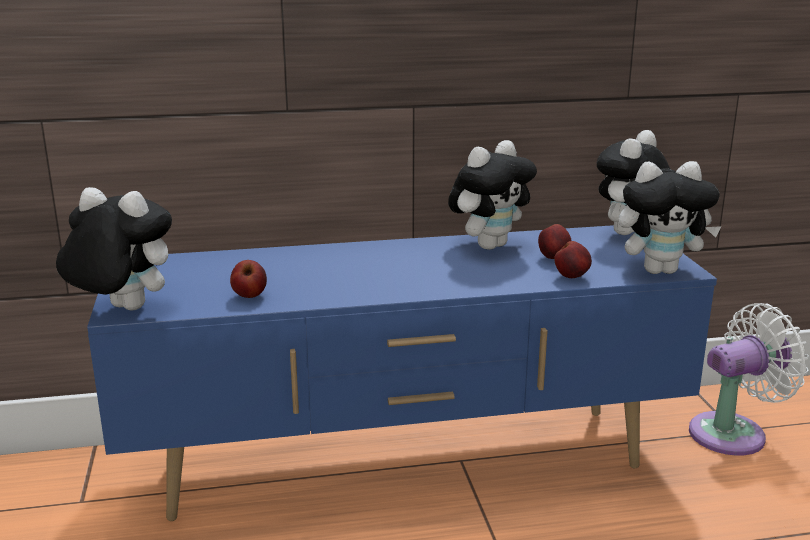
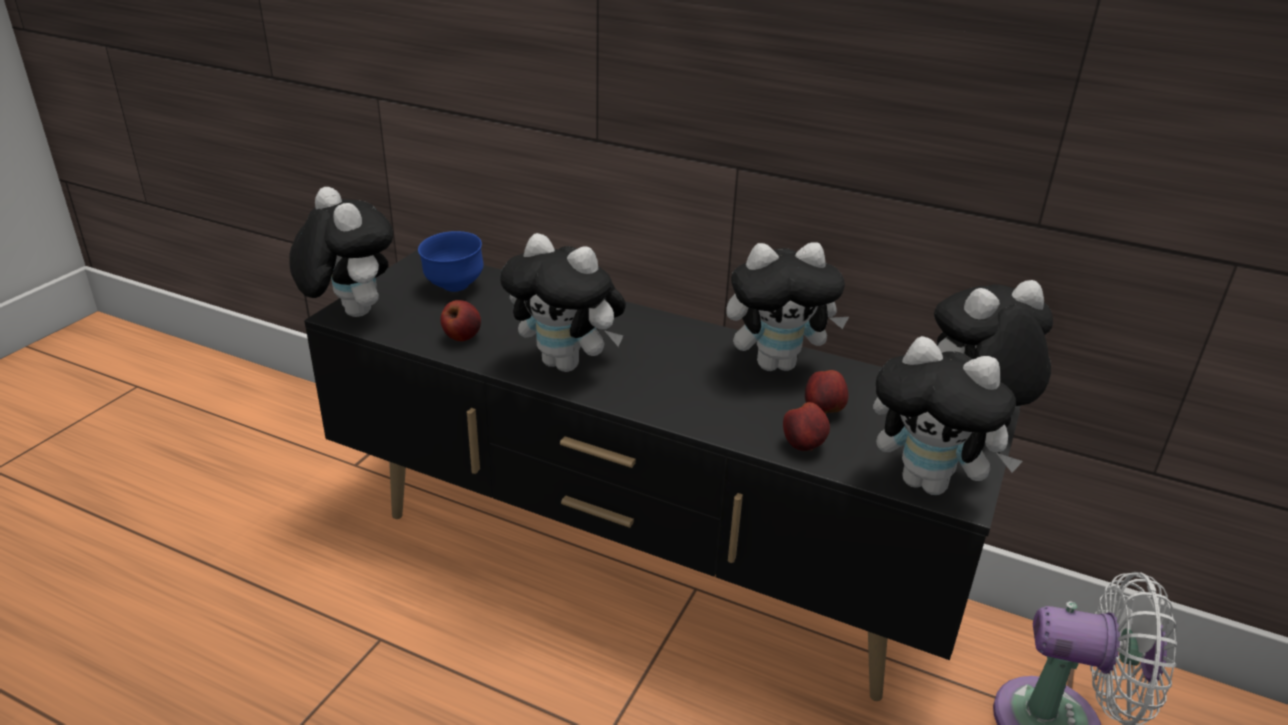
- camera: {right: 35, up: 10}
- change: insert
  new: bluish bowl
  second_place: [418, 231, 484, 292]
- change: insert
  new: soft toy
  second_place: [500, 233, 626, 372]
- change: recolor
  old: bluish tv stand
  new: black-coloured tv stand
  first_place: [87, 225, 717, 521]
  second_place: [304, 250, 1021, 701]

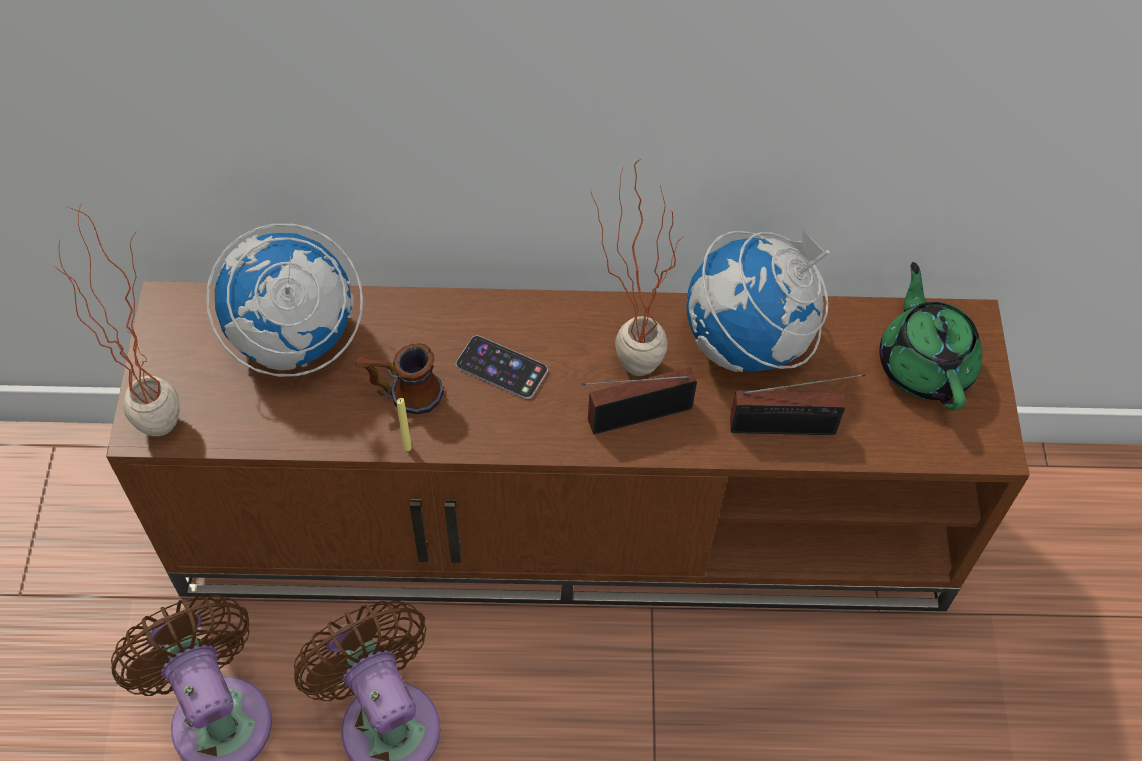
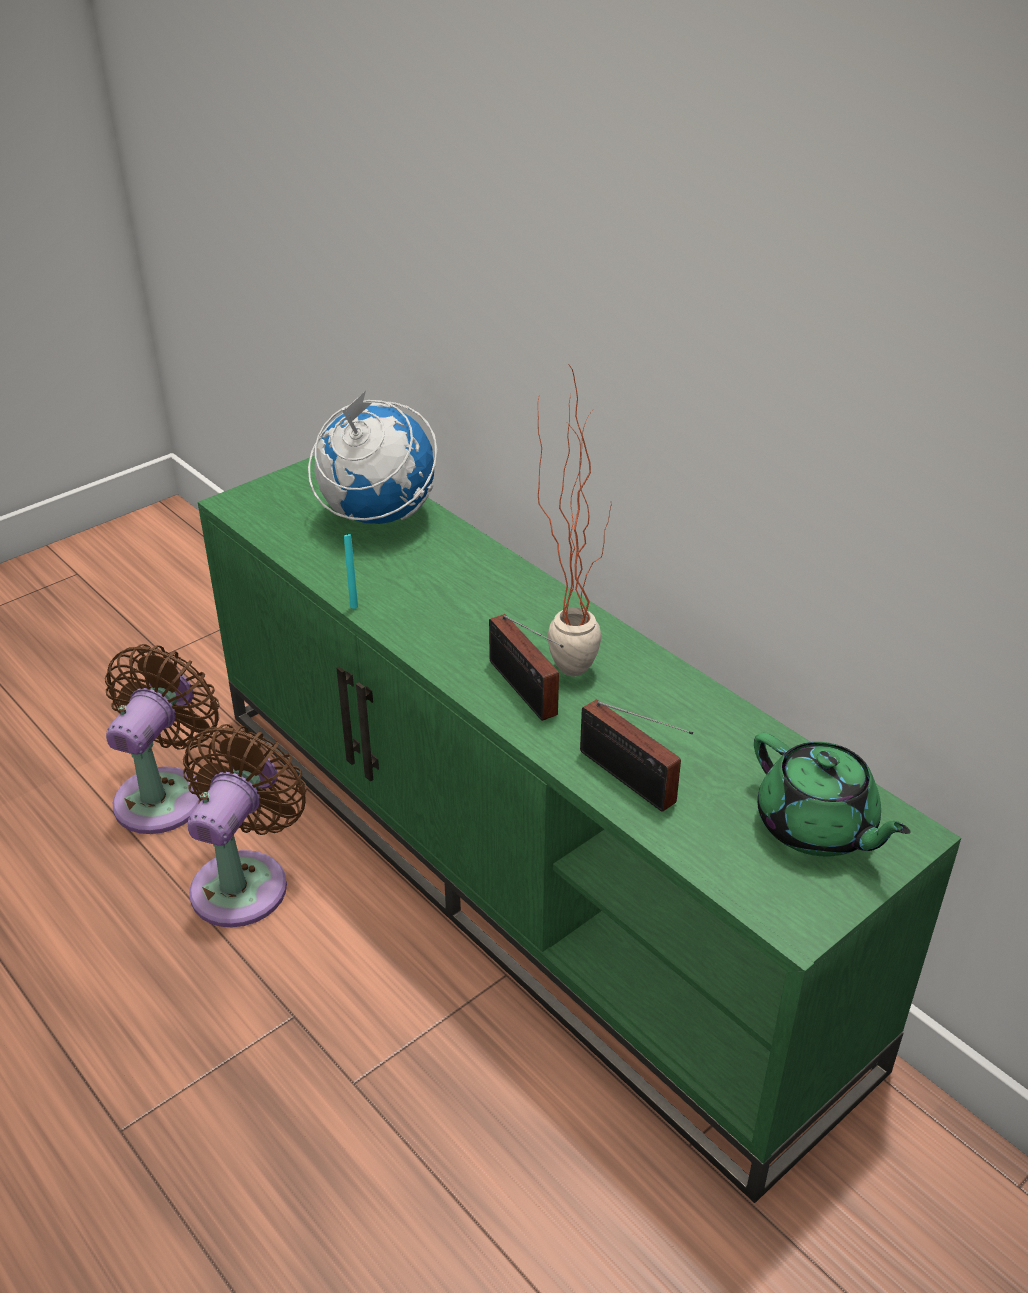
- camera: {right: 50, up: -20}
- change: delete
  old: plant in a pot
  first_place: [54, 202, 180, 436]
- change: delete
  old: tea mug
  first_place: [356, 343, 444, 414]
- change: delete
  old: telephone
  first_place: [456, 335, 548, 399]
- change: delete
  old: world globe
  first_place: [686, 230, 830, 372]
- change: recolor
  old: brownish tv stand
  new: green-coloured tv stand
  first_place: [106, 281, 1030, 611]
  second_place: [198, 456, 961, 1203]
- change: recolor
  old: yellow-coloured wax candle
  new: blue-green wax candle
  first_place: [397, 398, 412, 451]
  second_place: [344, 534, 358, 609]
- change: rotate
  old: radio
  first_place: [582, 367, 697, 434]
  second_place: [489, 614, 564, 721]
  degrees: -150
- change: rotate
  old: green-coloured teapot
  first_place: [879, 262, 983, 411]
  second_place: [754, 733, 911, 856]
  degrees: 105

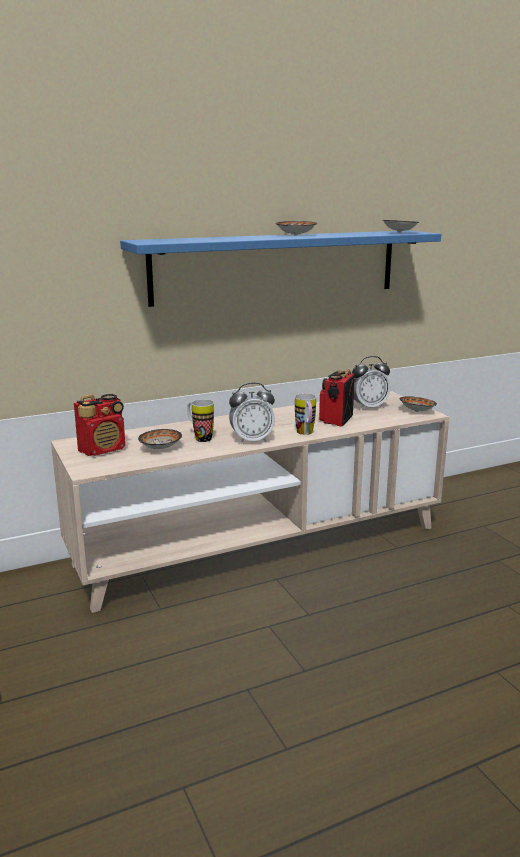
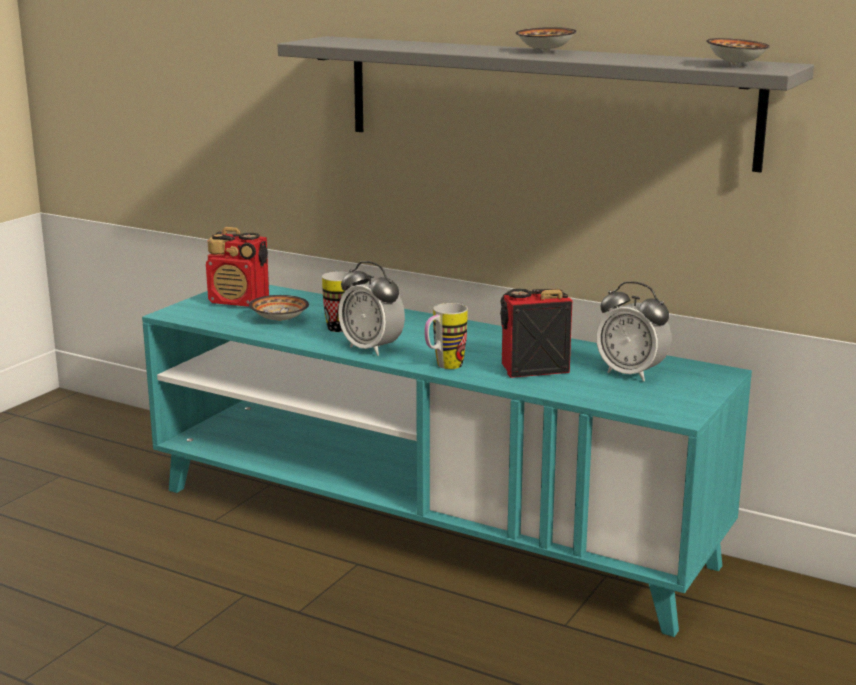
- camera: {right: 55, up: 0}
- change: delete
  old: bowl
  first_place: [399, 396, 437, 412]
- change: recolor
  old: sand-coloured tv stand
  new: blue-green tv stand
  first_place: [51, 391, 449, 613]
  second_place: [142, 285, 752, 637]
- change: recolor
  old: bluish shelf
  new: grey shelf
  first_place: [120, 231, 441, 307]
  second_place: [278, 36, 814, 172]

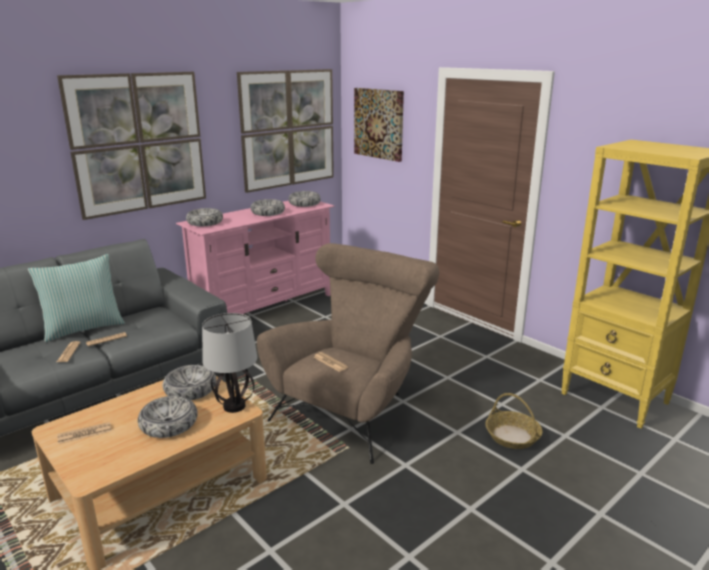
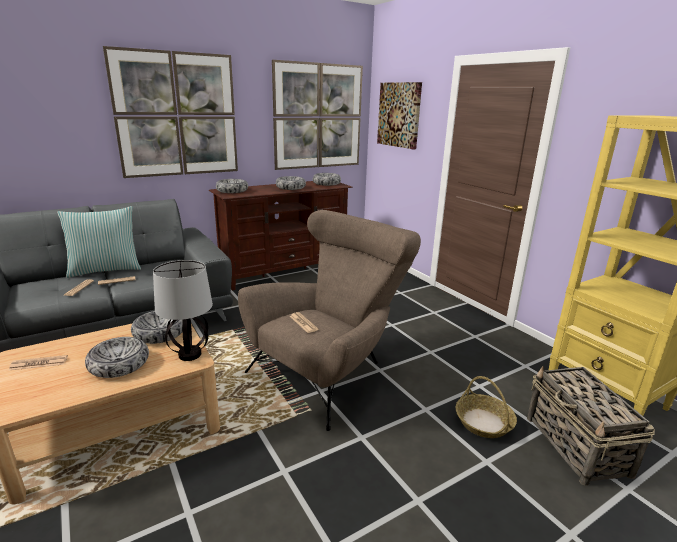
- camera: {right: 10, up: 0}
- change: insert
  new: storage basket
  second_place: [527, 366, 655, 486]
- change: recolor
  old: pink tv stand
  new: brownish tv stand
  first_place: [176, 201, 335, 314]
  second_place: [209, 181, 352, 290]

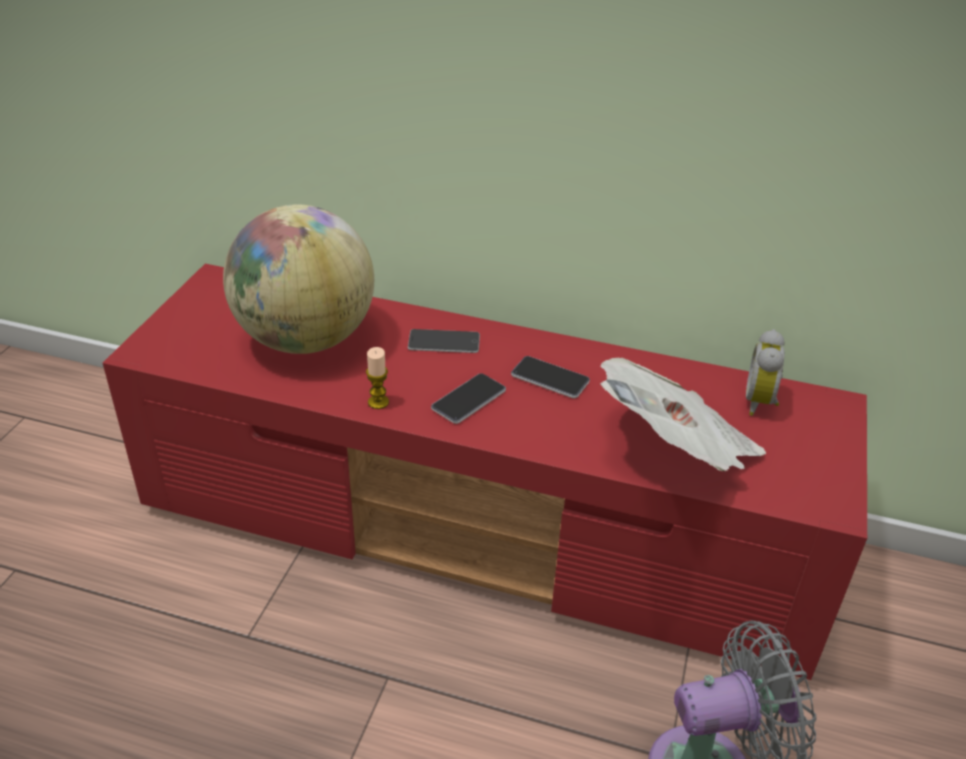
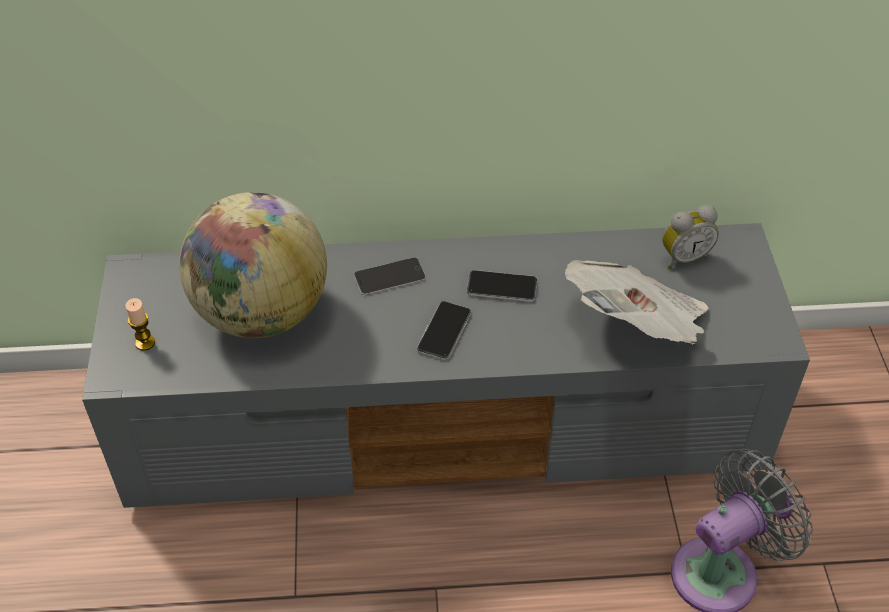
- camera: {right: -20, up: 10}
- change: move
  old: wax candle
  first_place: [366, 347, 389, 409]
  second_place: [125, 298, 155, 351]
- change: recolor
  old: reddish tv stand
  new: grey tv stand
  first_place: [103, 264, 867, 680]
  second_place: [82, 223, 810, 508]
- change: rotate
  old: bedside clock
  first_place: [746, 329, 785, 416]
  second_place: [662, 205, 719, 269]
  degrees: -105

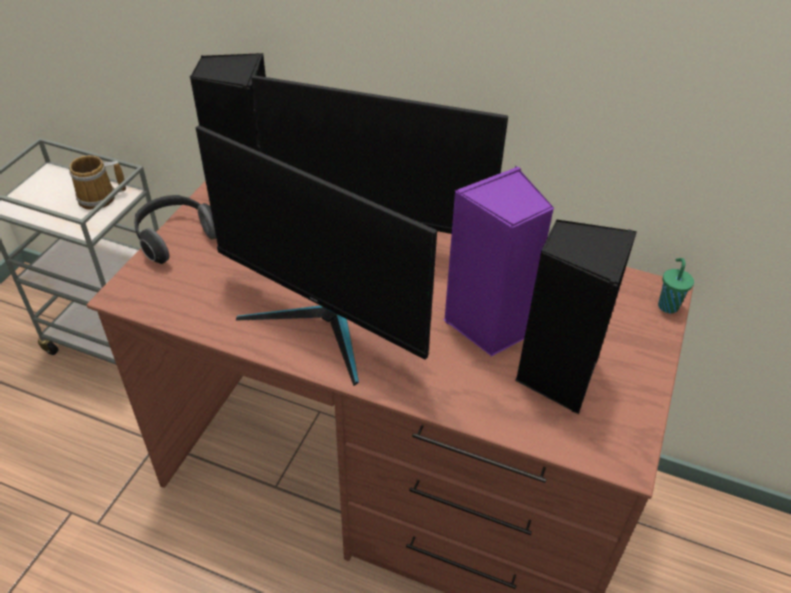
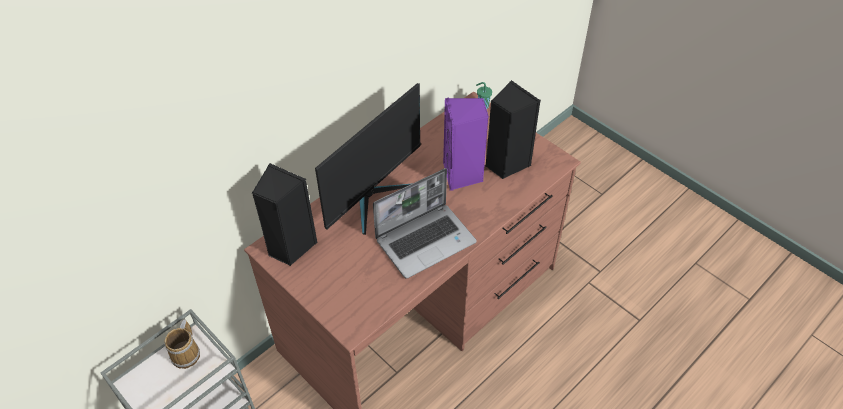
- camera: {right: -65, up: 5}
- change: delete
  old: pair of headphones
  first_place: [134, 195, 216, 264]
- change: replace
  old: computer screen
  new: notebook computer
  first_place: [196, 125, 437, 386]
  second_place: [373, 168, 477, 279]

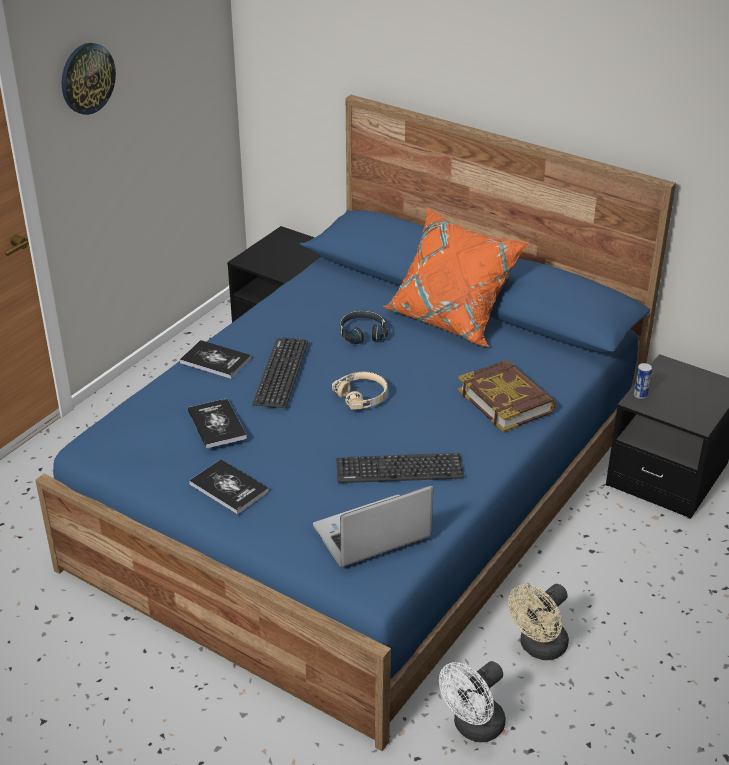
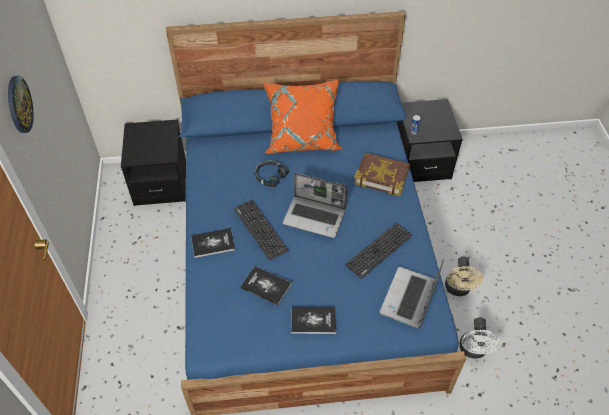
- camera: {right: -40, up: 15}
- change: replace
  old: sand-coloured pair of headphones
  new: notebook computer
  first_place: [332, 372, 387, 410]
  second_place: [283, 173, 348, 238]

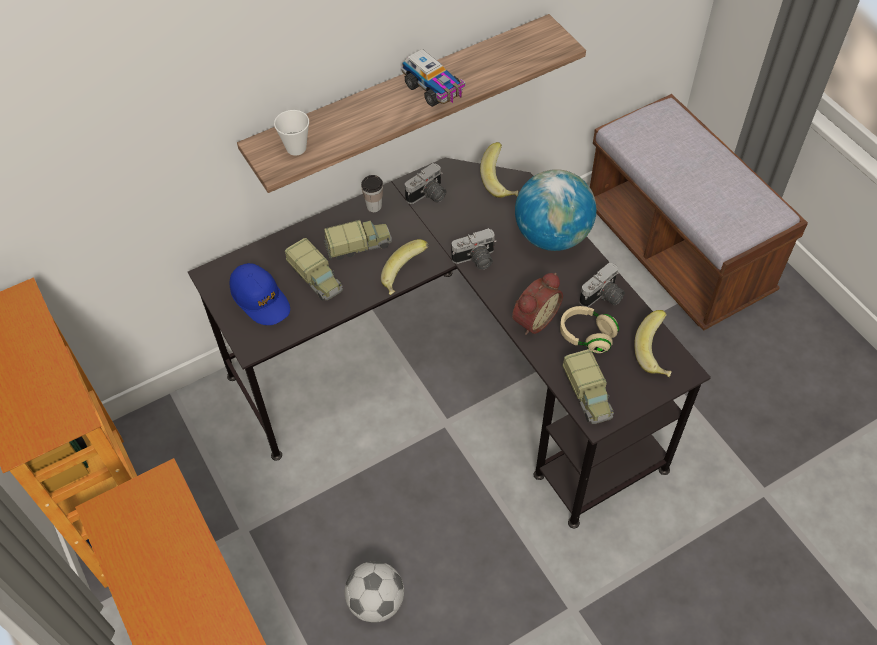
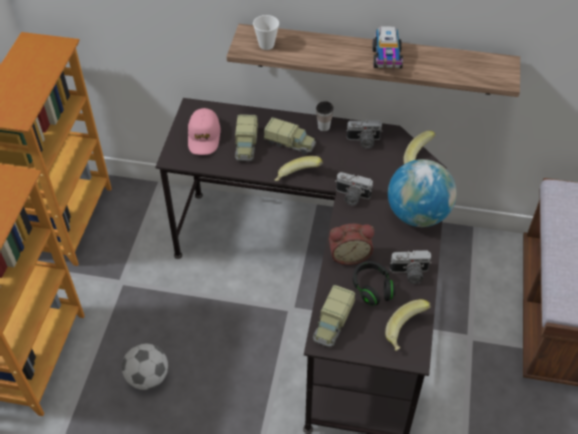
- camera: {right: 40, up: -5}
- change: recolor
  old: bluish peaked cap
  new: pink peaked cap
  first_place: [229, 263, 290, 325]
  second_place: [188, 108, 221, 155]
- change: recolor
  old: sand-coloured pair of headphones
  new: black-coloured pair of headphones
  first_place: [560, 306, 619, 353]
  second_place: [353, 261, 395, 306]

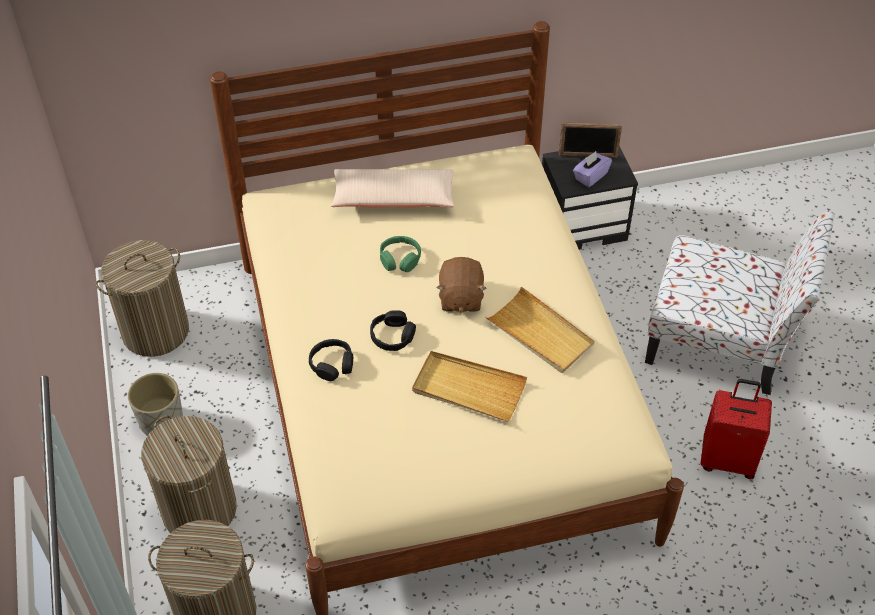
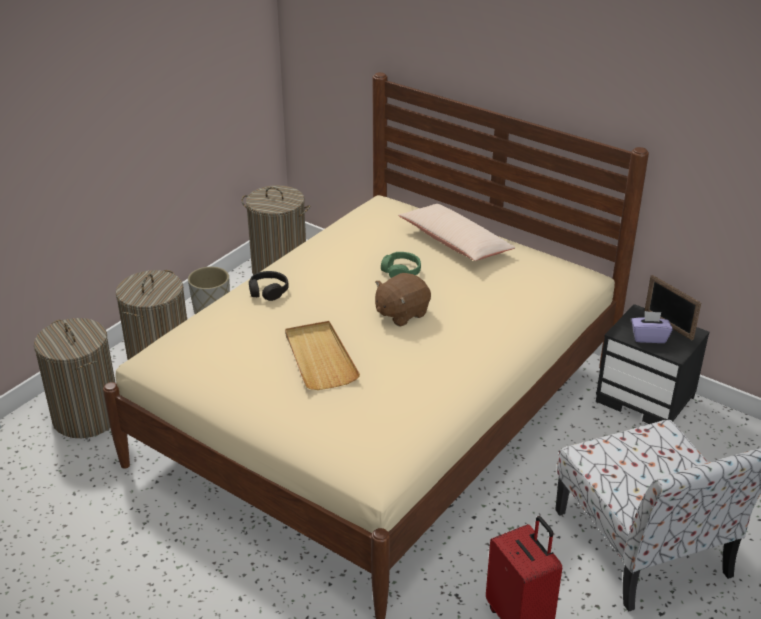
- camera: {right: 50, up: -15}
- change: delete
  old: black-coloured pair of headphones
  first_place: [370, 310, 416, 351]
- change: delete
  old: sand-coloured tray
  first_place: [485, 286, 594, 373]

